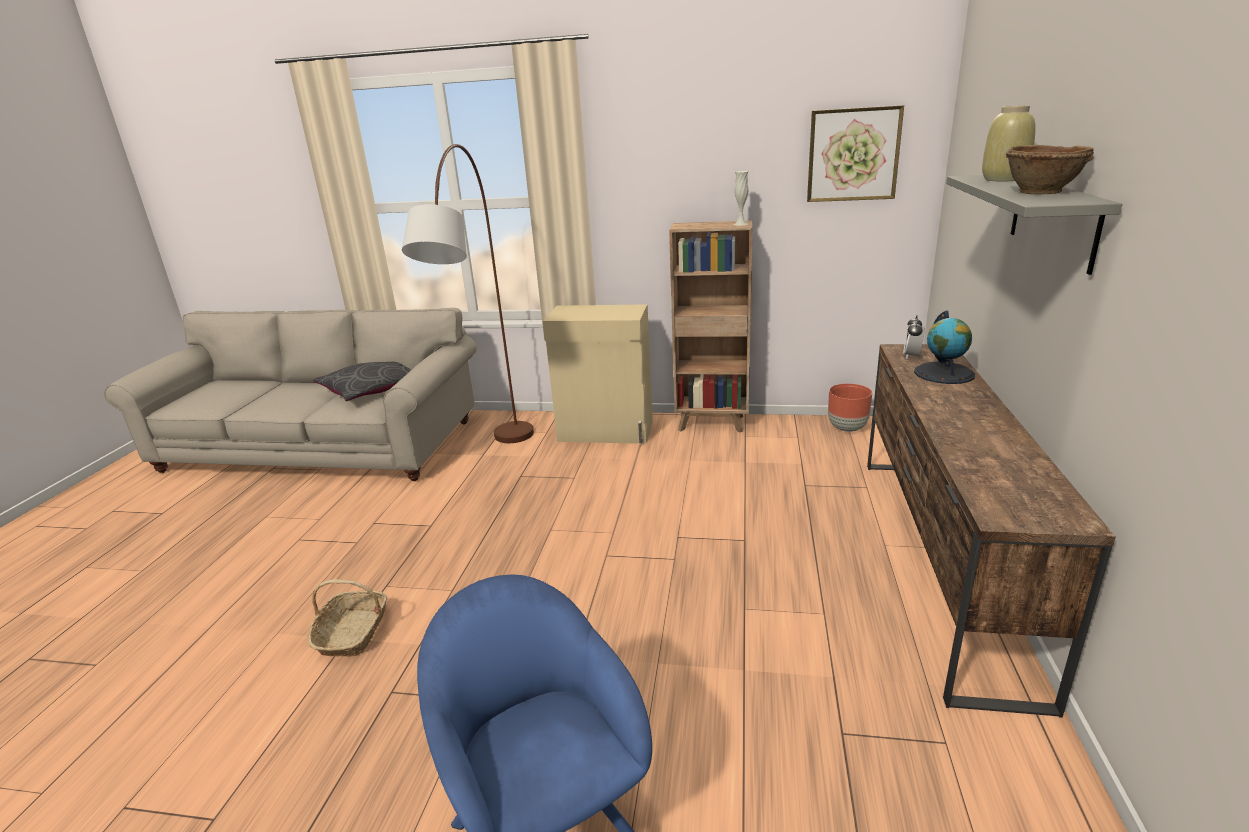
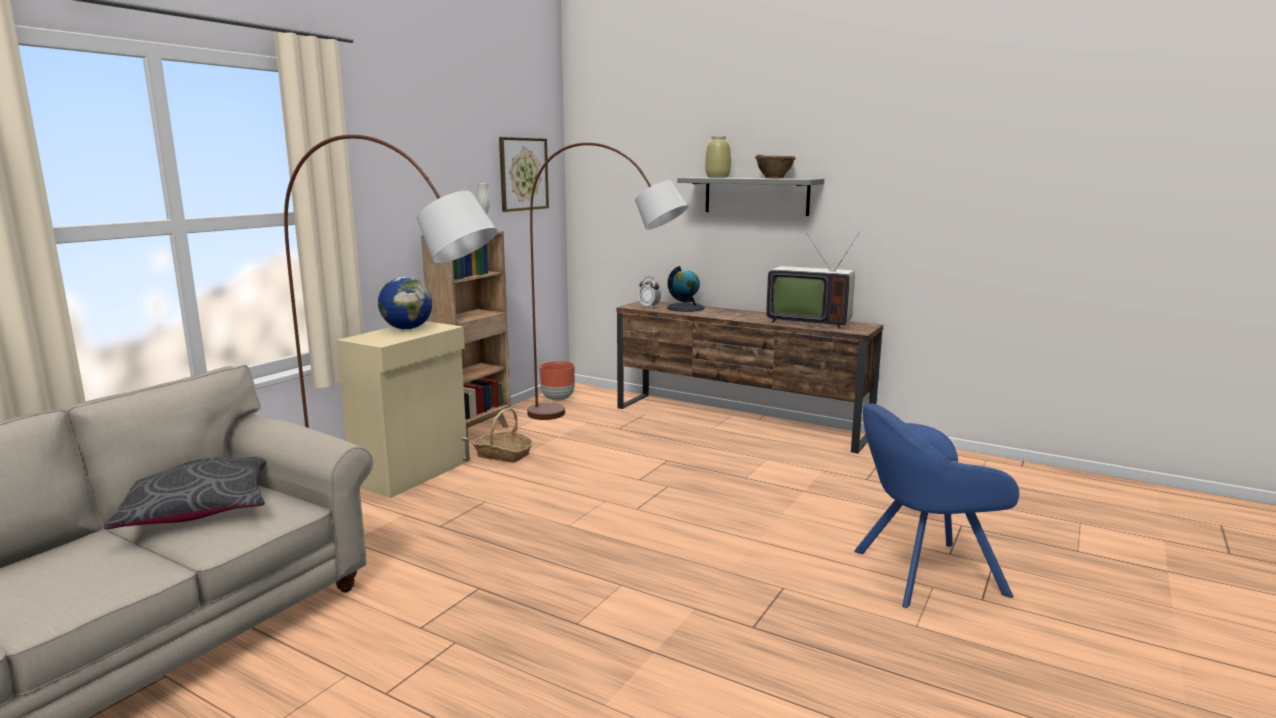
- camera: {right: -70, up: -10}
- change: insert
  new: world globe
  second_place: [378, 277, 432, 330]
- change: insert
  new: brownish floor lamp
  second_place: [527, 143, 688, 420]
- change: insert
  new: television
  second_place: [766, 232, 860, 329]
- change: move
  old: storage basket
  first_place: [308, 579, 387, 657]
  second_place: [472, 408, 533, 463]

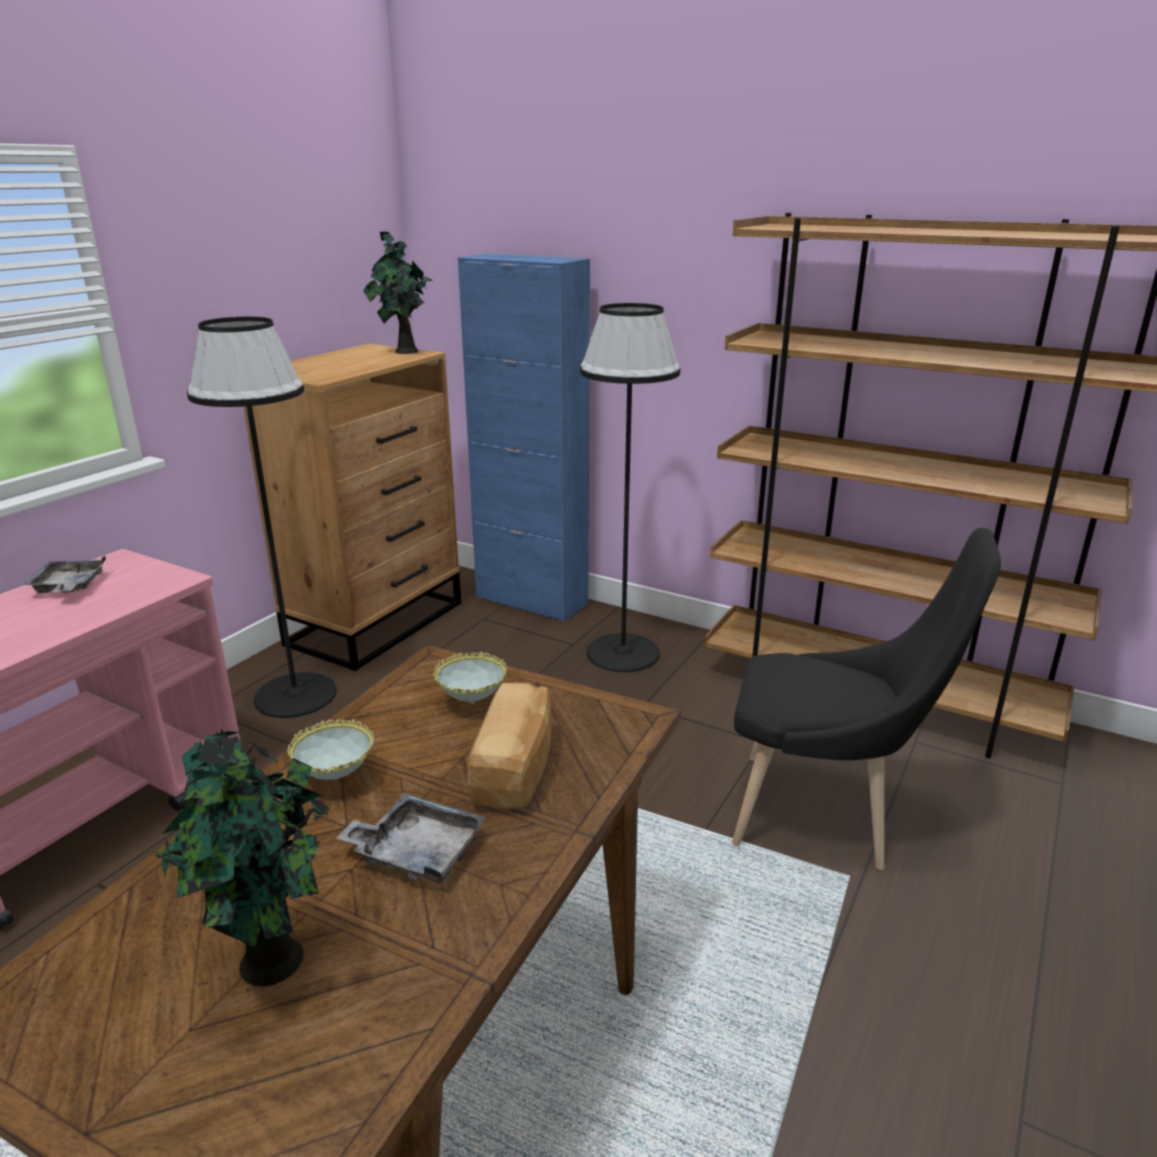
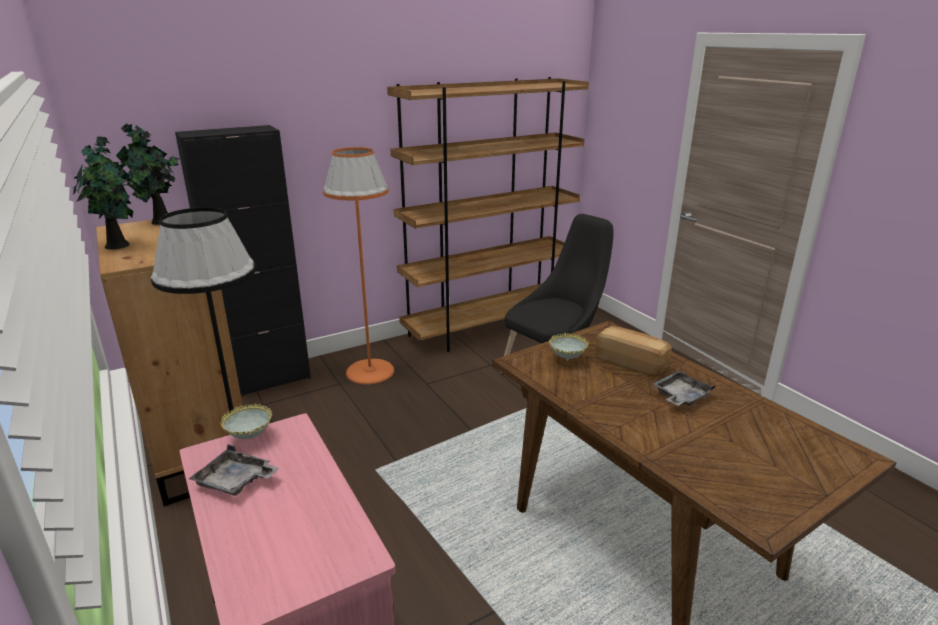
- camera: {right: -60, up: 0}
- change: move
  old: plant in a pot
  first_place: [154, 727, 329, 987]
  second_place: [71, 136, 142, 250]
- change: move
  old: bowl
  first_place: [287, 719, 374, 780]
  second_place: [220, 403, 272, 439]
- change: recolor
  old: bluish storage cabinet
  new: black-coloured storage cabinet
  first_place: [458, 253, 590, 622]
  second_place: [175, 125, 311, 395]
- change: recolor
  old: black-coloured floor lamp
  new: orange floor lamp
  first_place: [580, 303, 680, 672]
  second_place: [323, 147, 394, 384]

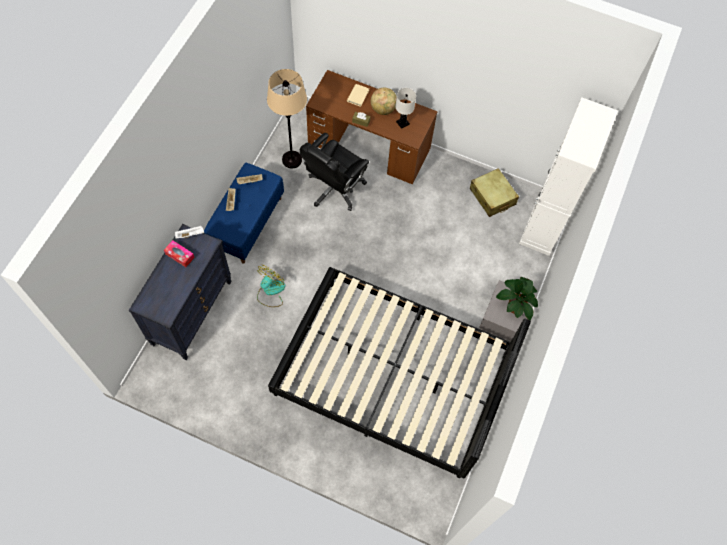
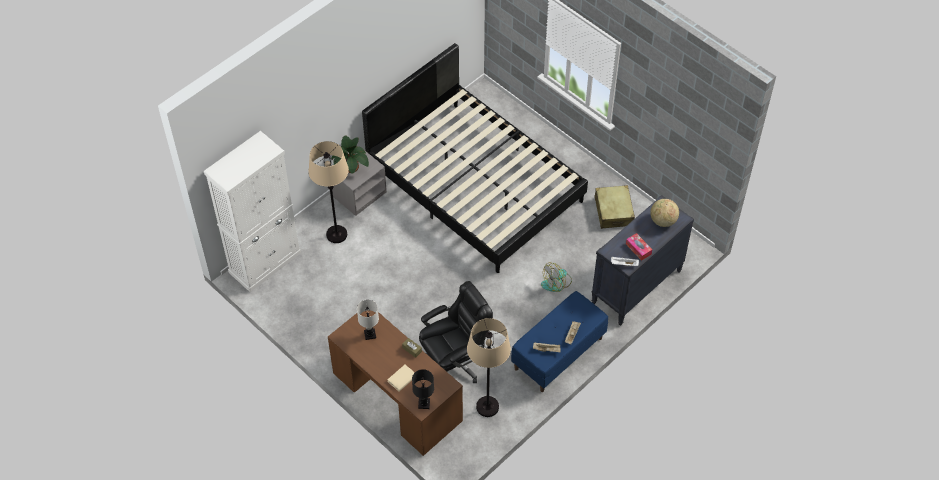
- camera: {right: -155, up: -10}
- change: insert
  new: sand-coloured floor lamp
  second_place: [308, 141, 349, 243]
- change: insert
  new: black-coloured table lamp
  second_place: [412, 369, 434, 409]
- change: move
  old: world globe
  first_place: [371, 88, 397, 115]
  second_place: [650, 199, 679, 227]
- change: move
  old: sand-coloured suitcase
  first_place: [470, 168, 519, 217]
  second_place: [595, 185, 635, 229]

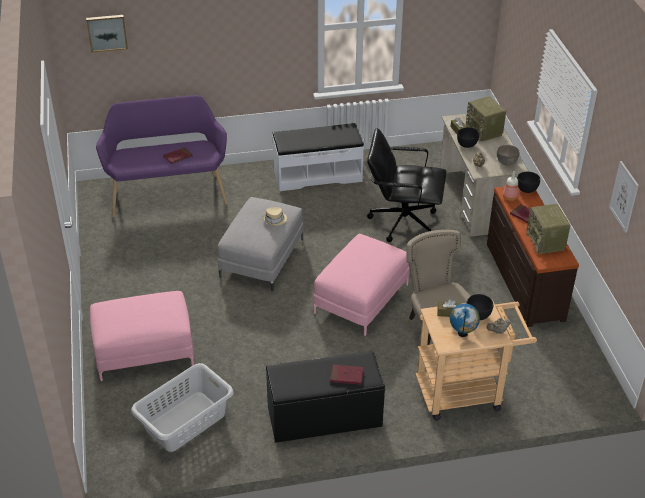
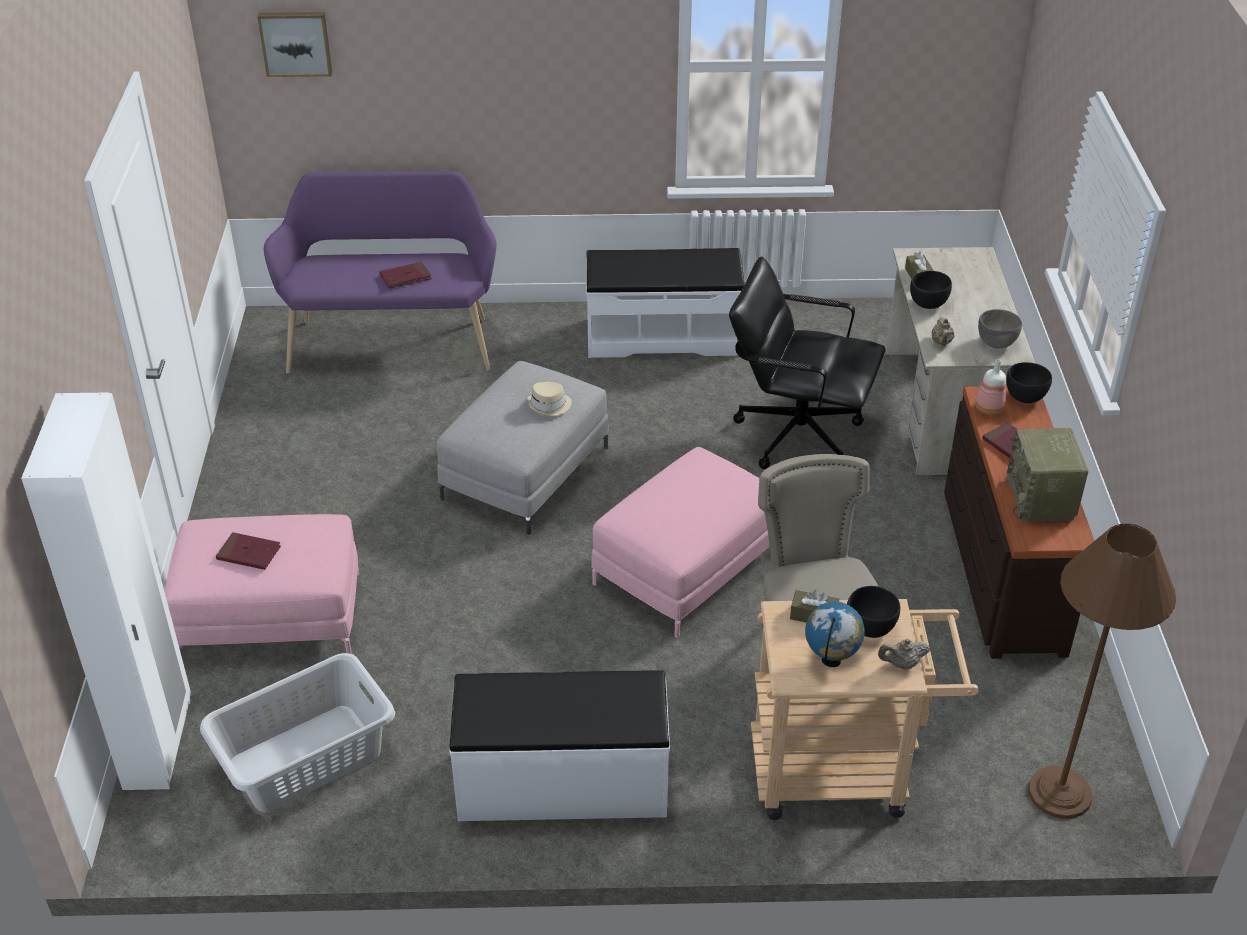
- camera: {right: 10, up: 0}
- change: delete
  old: radio
  first_place: [466, 96, 506, 142]
- change: delete
  old: picture
  first_place: [609, 161, 639, 233]
- change: insert
  new: whitish wardrobe
  second_place: [21, 392, 191, 790]
- change: insert
  new: brownish floor lamp
  second_place: [1028, 524, 1176, 819]
- change: move
  old: reddish book
  first_place: [330, 365, 364, 385]
  second_place: [216, 532, 281, 570]
- change: recolor
  old: black-coloured long seat
  new: whitish long seat
  first_place: [266, 351, 385, 443]
  second_place: [450, 670, 670, 821]

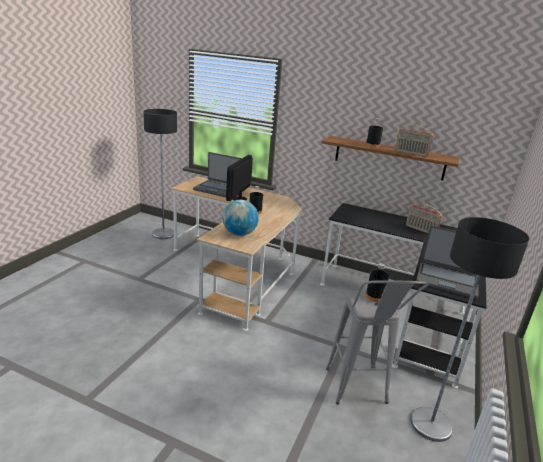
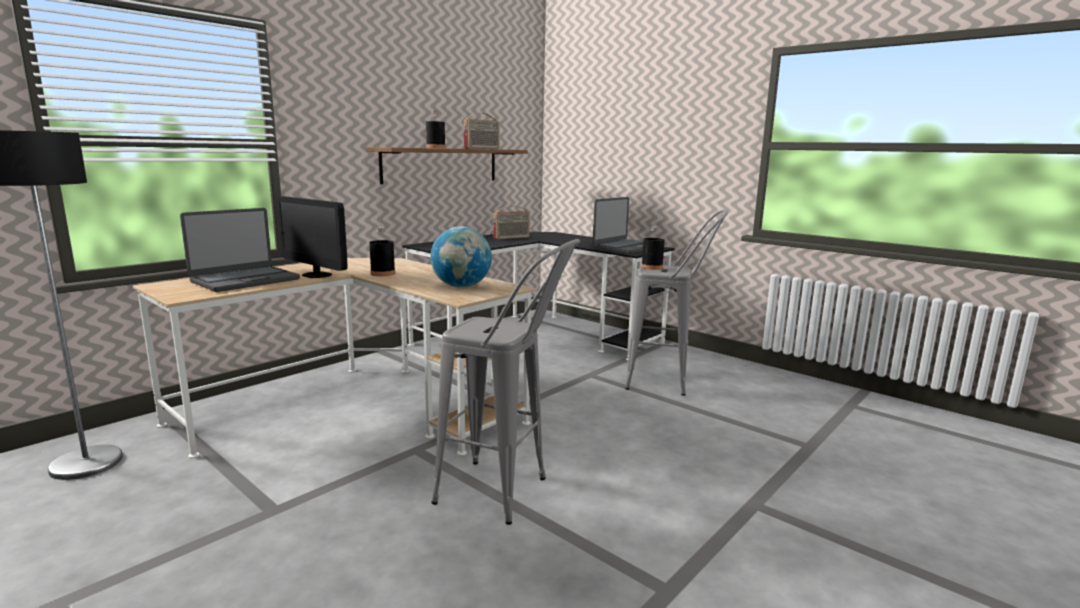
- camera: {right: -70, up: -10}
- change: delete
  old: floor lamp
  first_place: [411, 217, 529, 442]
- change: insert
  new: grey stool
  second_place: [431, 239, 580, 525]

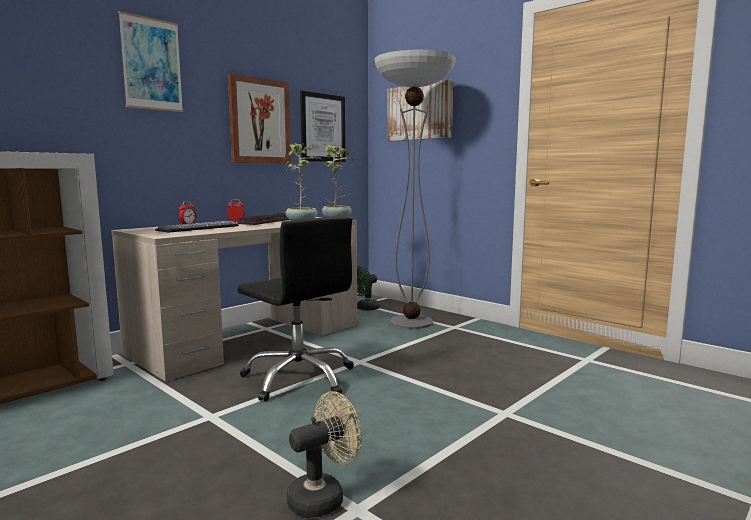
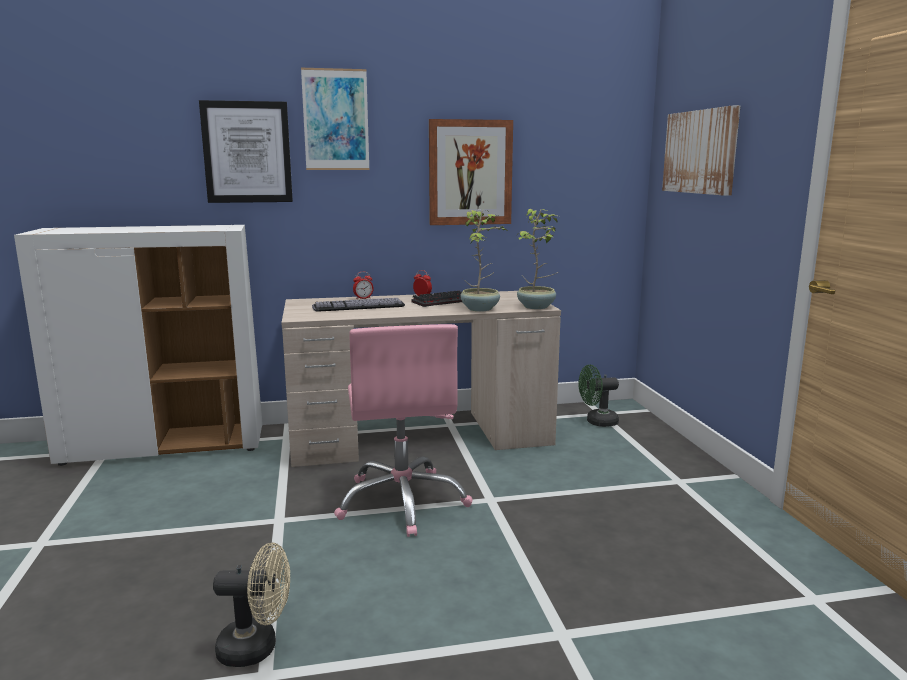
- camera: {right: 35, up: 5}
- change: delete
  old: floor lamp
  first_place: [374, 50, 456, 329]
- change: move
  old: picture
  first_place: [300, 91, 346, 162]
  second_place: [199, 100, 293, 203]
- change: recolor
  old: black-coloured computer chair
  new: pink computer chair
  first_place: [237, 216, 354, 402]
  second_place: [334, 324, 473, 537]

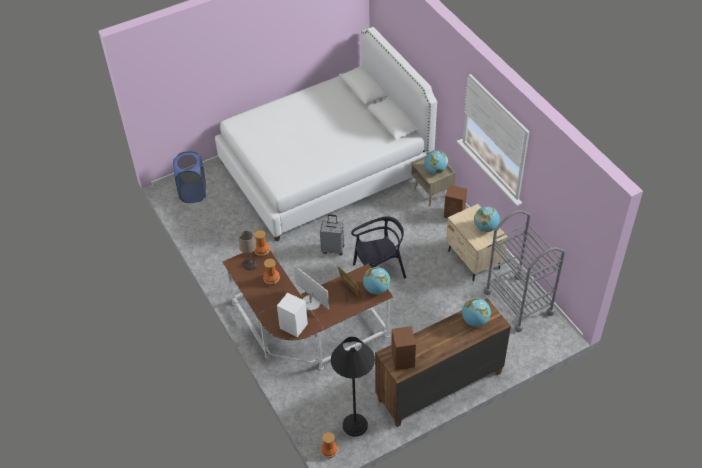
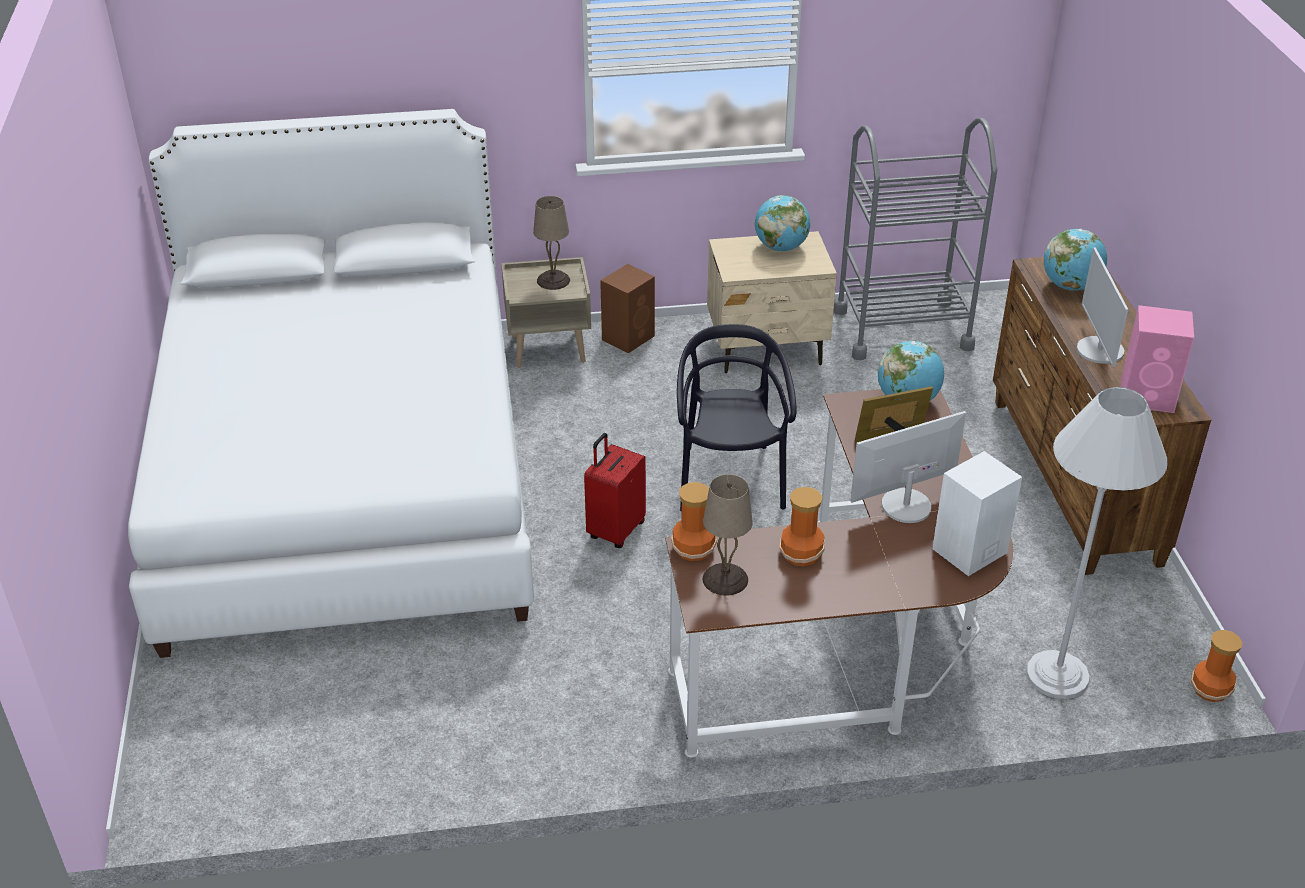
- camera: {right: -70, up: -10}
- change: delete
  old: bluish laundry basket
  first_place: [173, 151, 206, 203]
- change: delete
  old: black-coloured floor lamp
  first_place: [331, 337, 375, 437]
- change: insert
  new: whitish floor lamp
  second_place: [1026, 387, 1168, 699]
- change: insert
  new: computer screen
  second_place: [1077, 248, 1128, 367]
- change: replace
  old: world globe
  new: sand-coloured table lamp
  first_place: [424, 150, 448, 174]
  second_place: [533, 196, 570, 290]
- change: recolor
  old: grey suitcase
  new: reddish suitcase
  first_place: [320, 215, 344, 256]
  second_place: [584, 433, 646, 548]
- change: recolor
  old: brownish speaker
  new: pink speaker
  first_place: [391, 326, 416, 370]
  second_place: [1121, 305, 1194, 413]

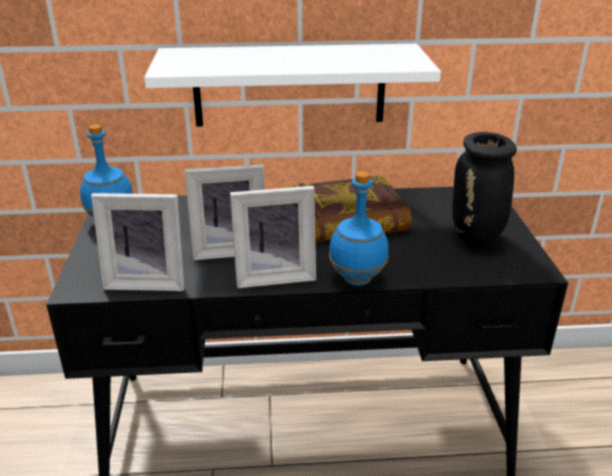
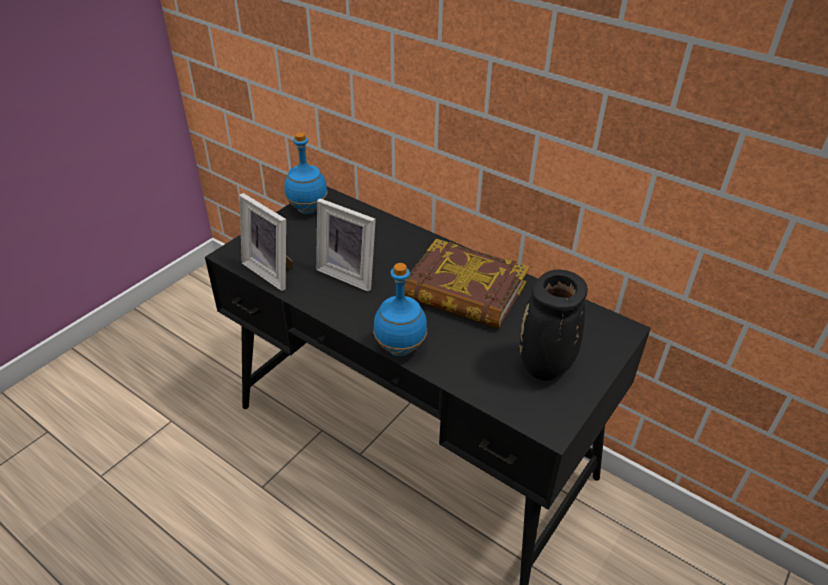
- camera: {right: 40, up: 10}
- change: delete
  old: whitish shelf
  first_place: [144, 44, 441, 126]
- change: delete
  old: photo frame
  first_place: [230, 186, 316, 288]

